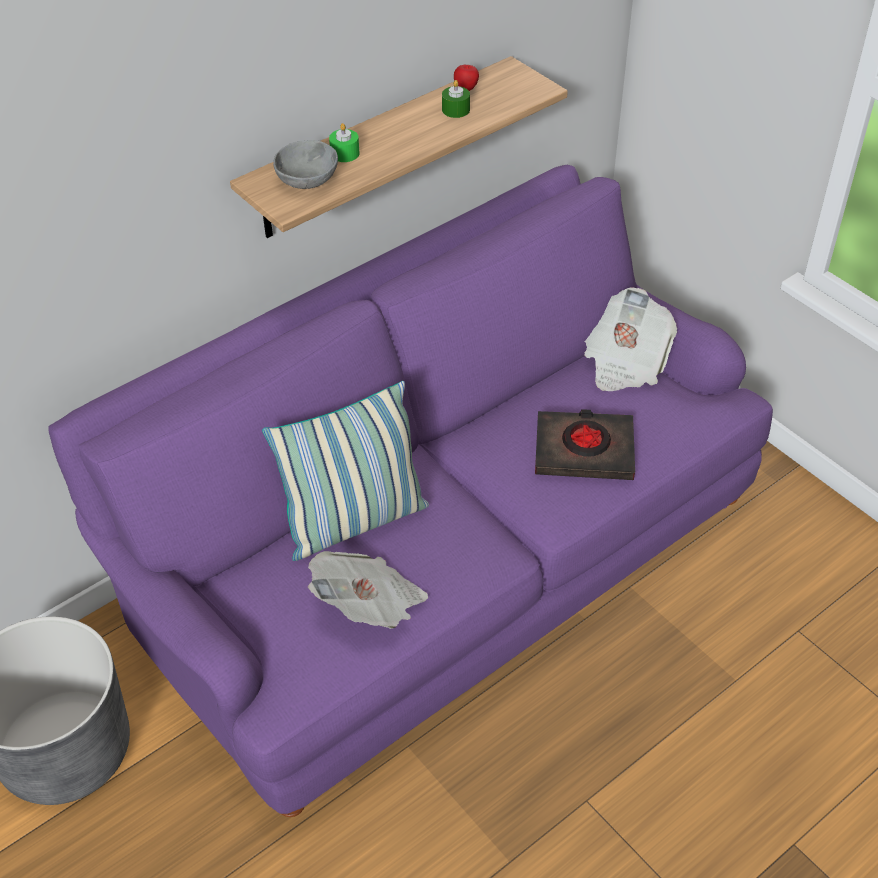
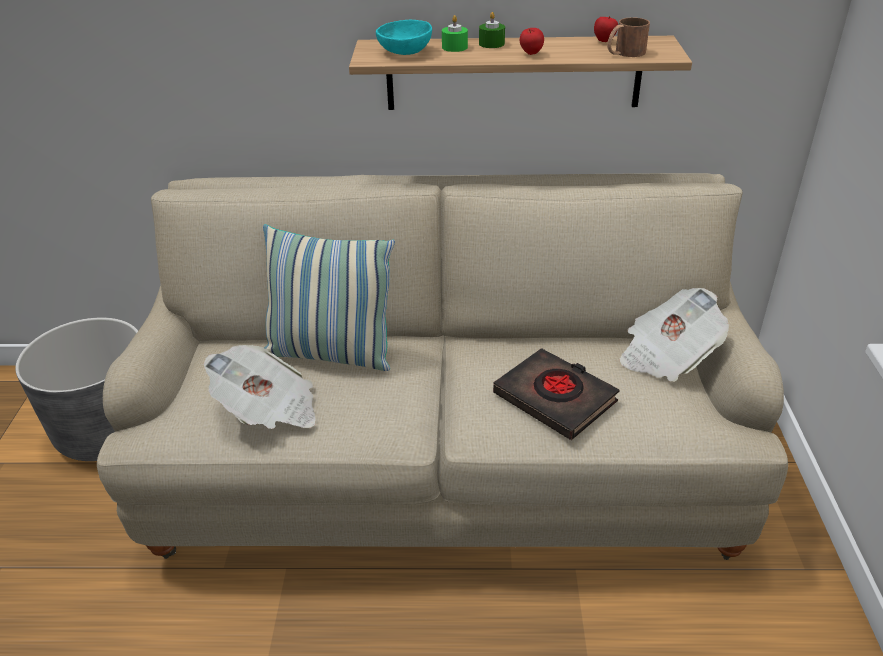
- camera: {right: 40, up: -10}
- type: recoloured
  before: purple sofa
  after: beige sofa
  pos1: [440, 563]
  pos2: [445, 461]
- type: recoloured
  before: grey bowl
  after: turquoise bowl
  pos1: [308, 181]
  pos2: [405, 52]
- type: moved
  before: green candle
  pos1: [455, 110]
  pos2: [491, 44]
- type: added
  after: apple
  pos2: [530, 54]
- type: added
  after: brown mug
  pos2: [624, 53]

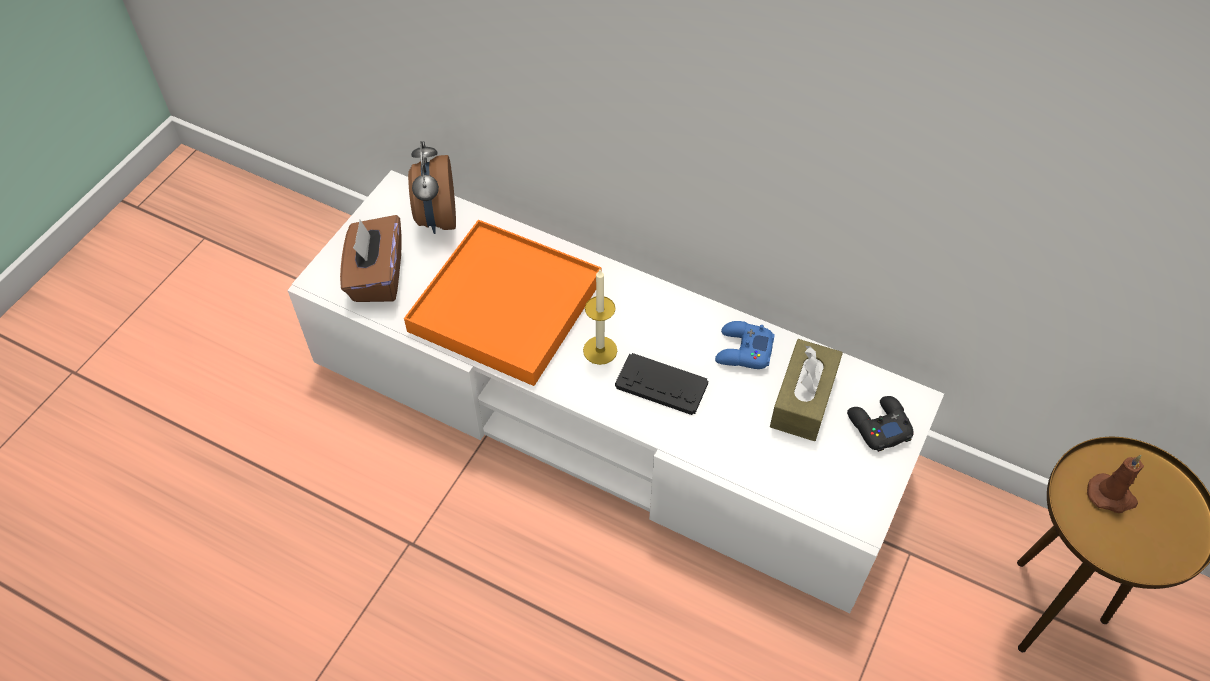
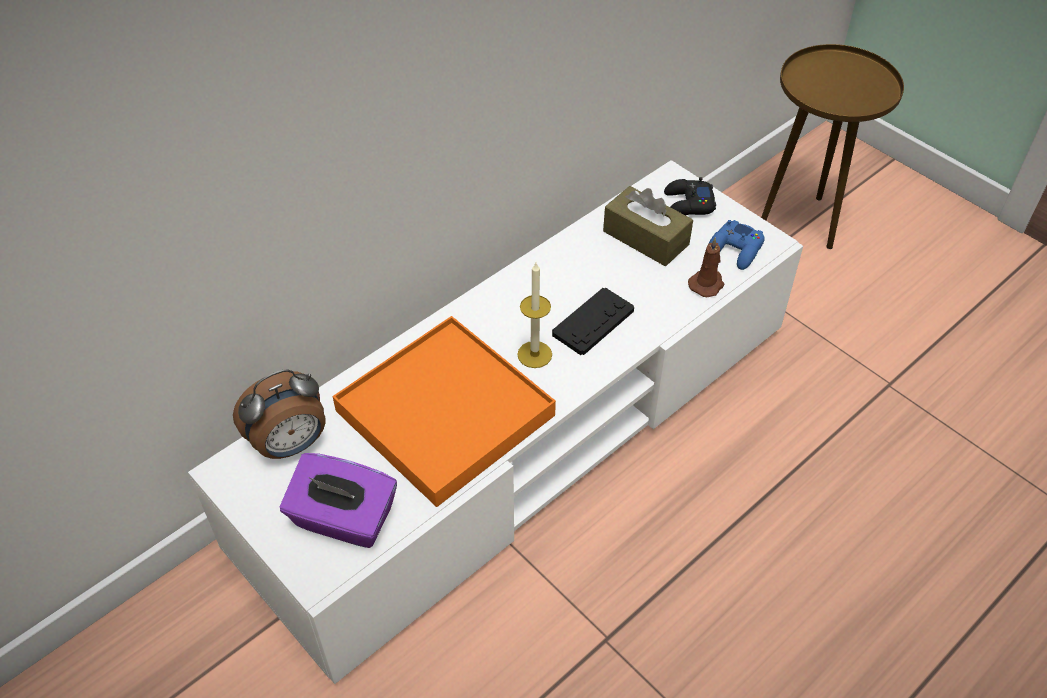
- camera: {right: -70, up: -5}
- type: turned
  before: alarm clock
  pos1: [436, 218]
  pos2: [291, 445]
  turn: -45
- type: recoloured
  before: brown tissue box
  after: purple tissue box
  pos1: [376, 276]
  pos2: [343, 519]
- type: moved
  before: brown candle
  pos1: [1111, 496]
  pos2: [707, 284]
- type: moved
  before: blue game controller
  pos1: [743, 351]
  pos2: [735, 250]

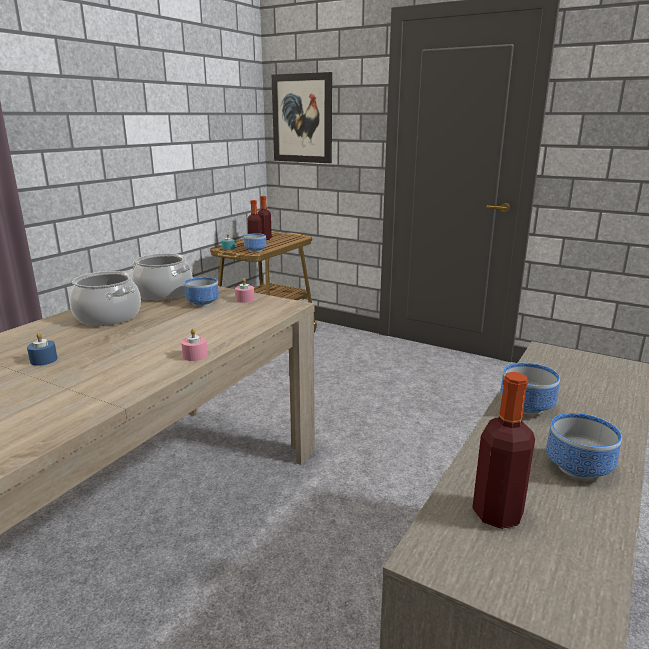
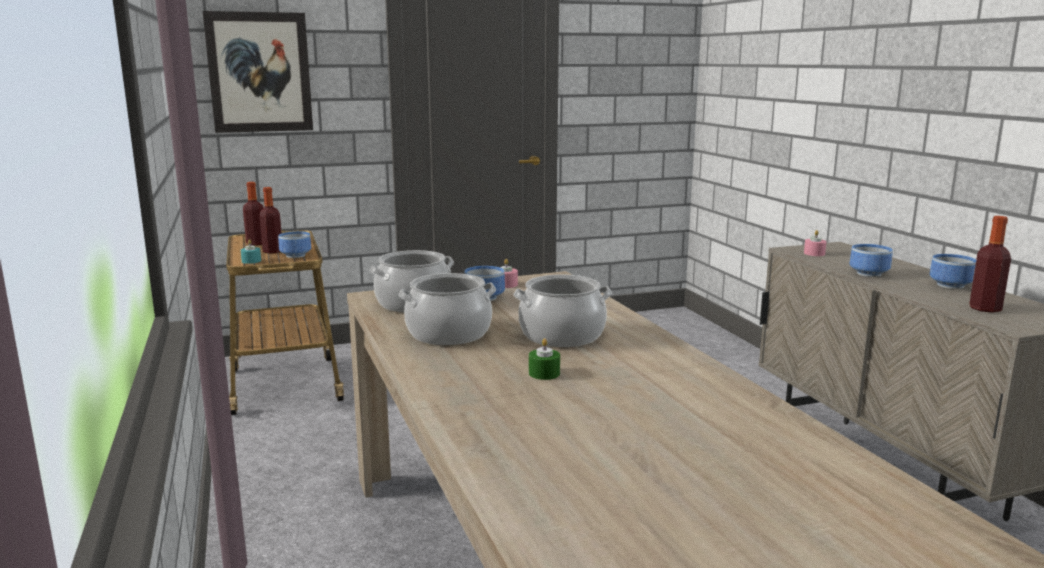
- camera: {right: -50, up: -5}
- type: added
  after: cooking pot
  pos2: [562, 336]
- type: recoloured
  before: blue candle
  after: green candle
  pos1: [43, 360]
  pos2: [544, 373]
- type: moved
  before: pink candle
  pos1: [195, 355]
  pos2: [814, 253]

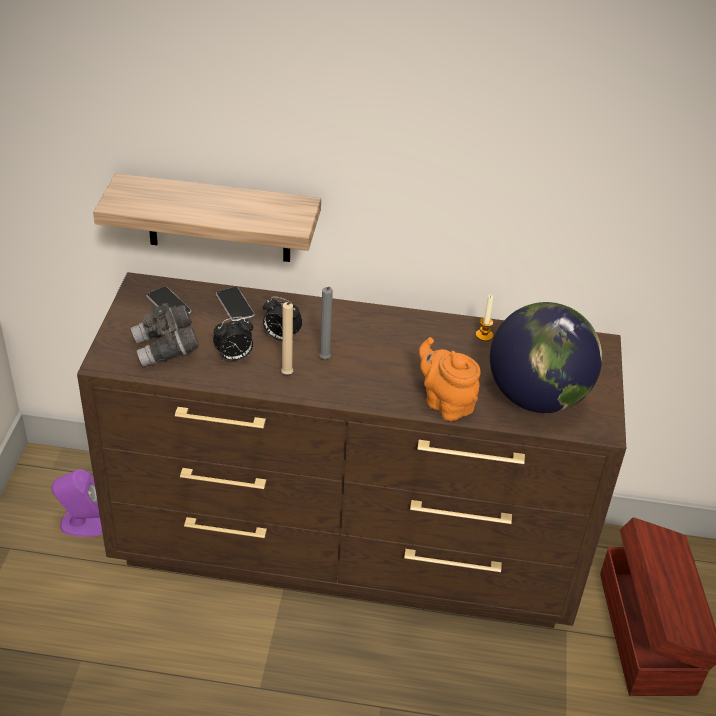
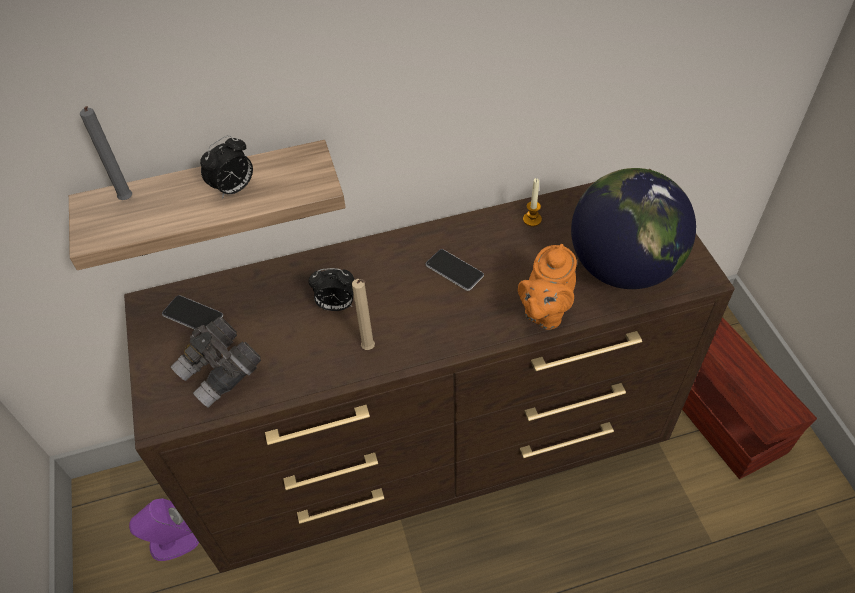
- camera: {right: -20, up: 10}
- type: moved
  before: grey candle
  pos1: [324, 360]
  pos2: [127, 201]
- type: moved
  before: alarm clock
  pos1: [234, 357]
  pos2: [234, 189]
- type: moved
  before: phone
  pos1: [235, 305]
  pos2: [454, 270]
- type: turned
  before: orange teapot
  pos1: [446, 403]
  pos2: [544, 312]
  turn: -90

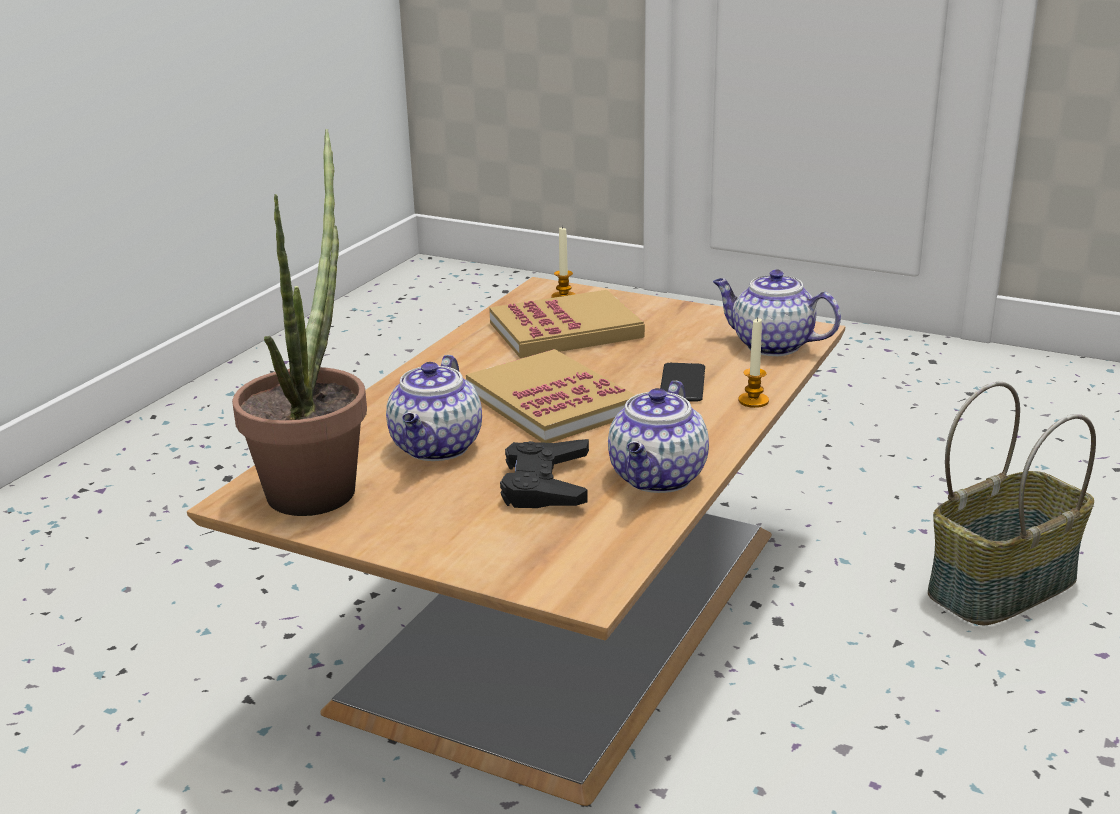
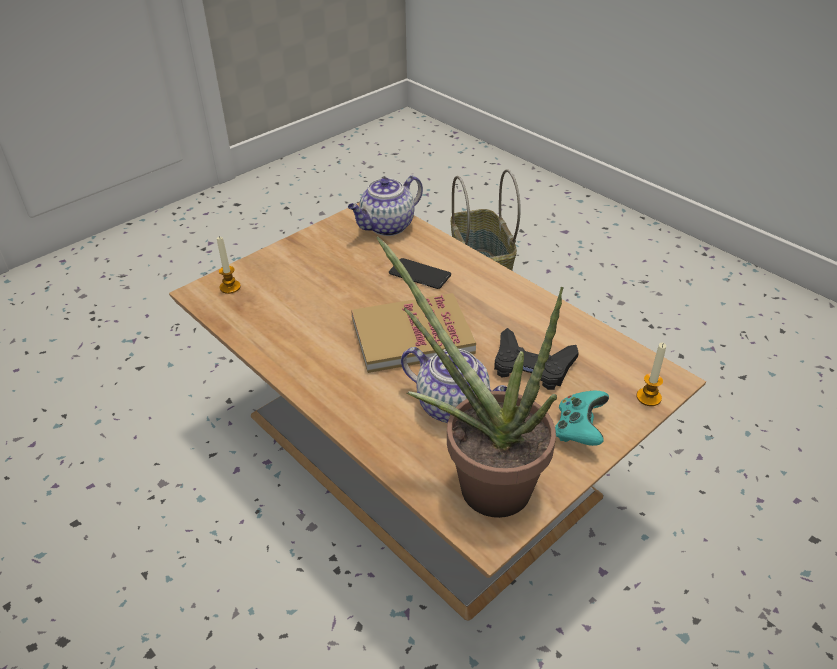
- camera: {right: -70, up: 15}
- type: added
  after: turquoise game controller
  pos2: [579, 430]
- type: moved
  before: candle
  pos1: [753, 401]
  pos2: [648, 397]
- type: removed
  before: book
  pos1: [565, 330]
- type: removed
  before: teapot
  pos1: [658, 479]

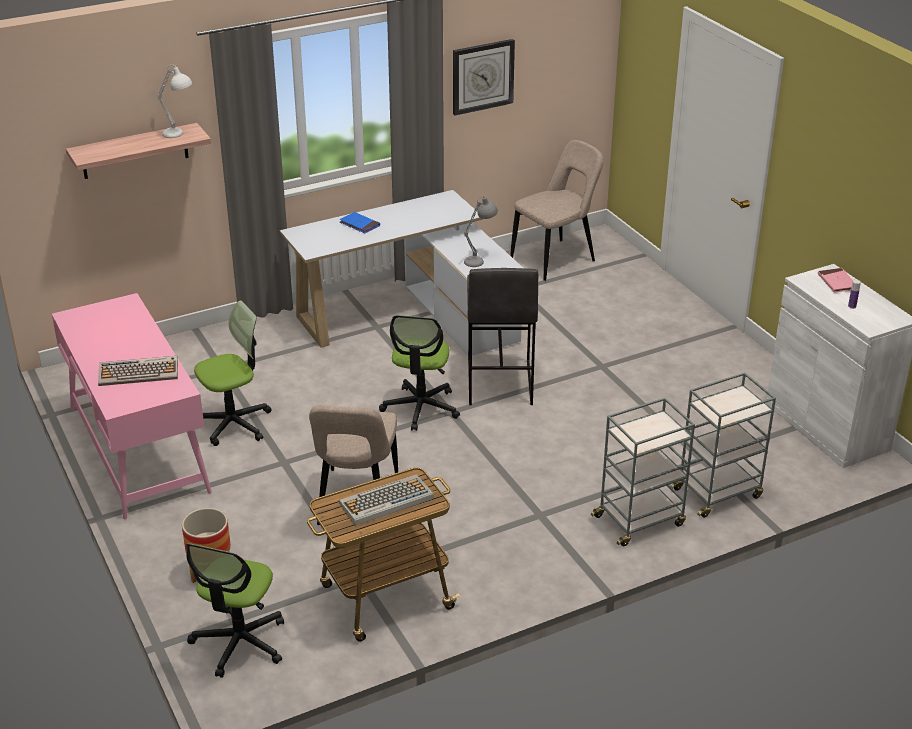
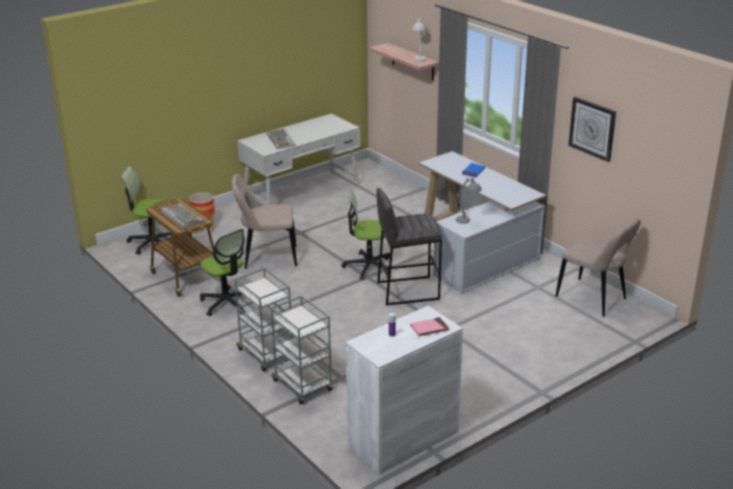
- camera: {right: 80, up: -5}
- type: moved
  before: office chair
  pos1: [233, 423]
  pos2: [227, 303]
- type: recoloured
  before: pink desk
  after: white desk
  pos1: [138, 448]
  pos2: [302, 193]

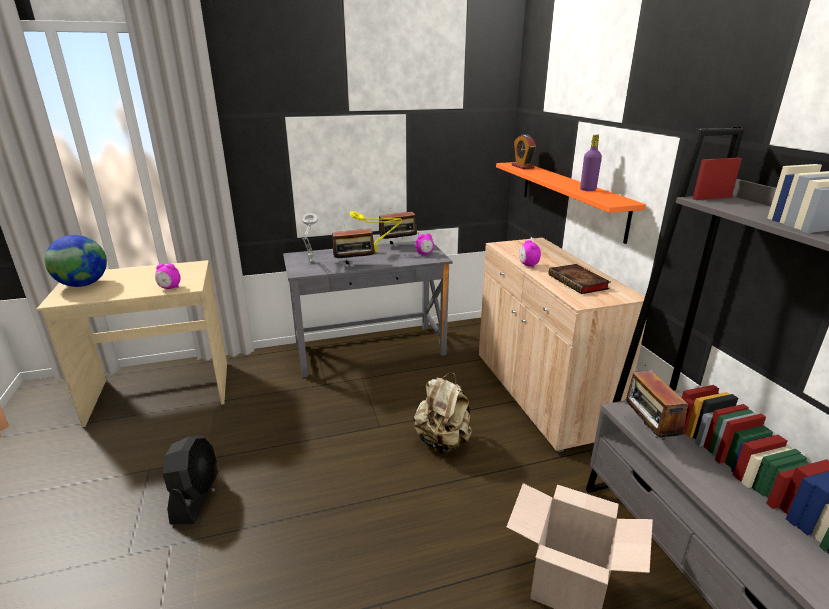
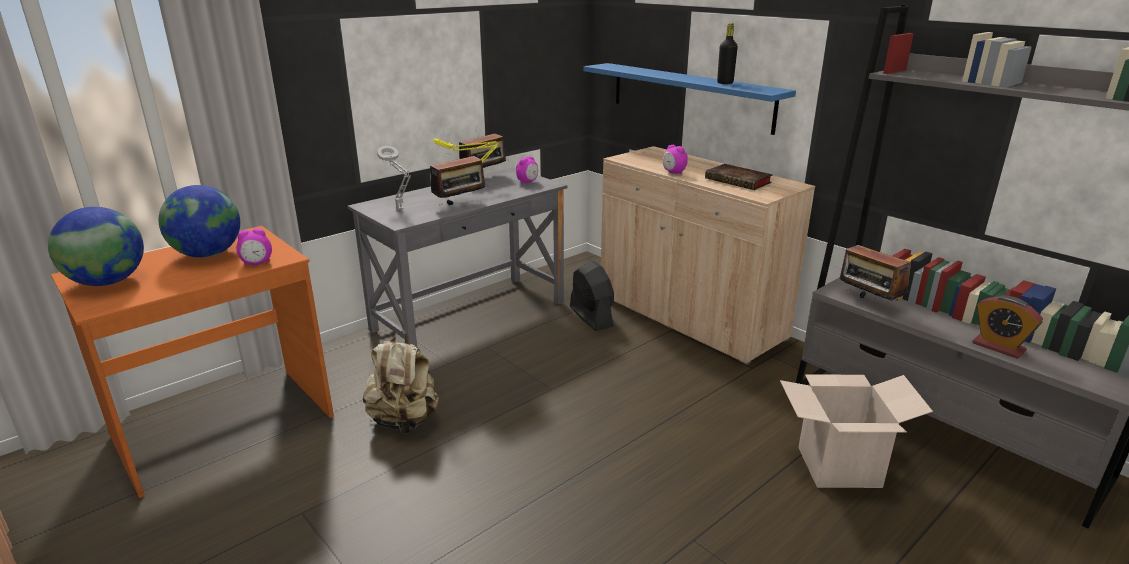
- camera: {right: -25, up: 0}
- type: recoloured
  before: beige desk
  after: orange desk
  pos1: [161, 393]
  pos2: [224, 427]
- type: added
  after: globe
  pos2: [208, 254]
- type: moved
  before: beige backpack
  pos1: [443, 441]
  pos2: [405, 421]
- type: moved
  before: black fan
  pos1: [196, 497]
  pos2: [591, 316]
- type: recoloured
  before: orange shelf
  after: blue shelf
  pos1: [570, 198]
  pos2: [689, 96]
- type: recoloured
  before: purple bottle
  after: black bottle
  pos1: [588, 189]
  pos2: [725, 83]
- type: moved
  before: alarm clock
  pos1: [522, 166]
  pos2: [998, 347]

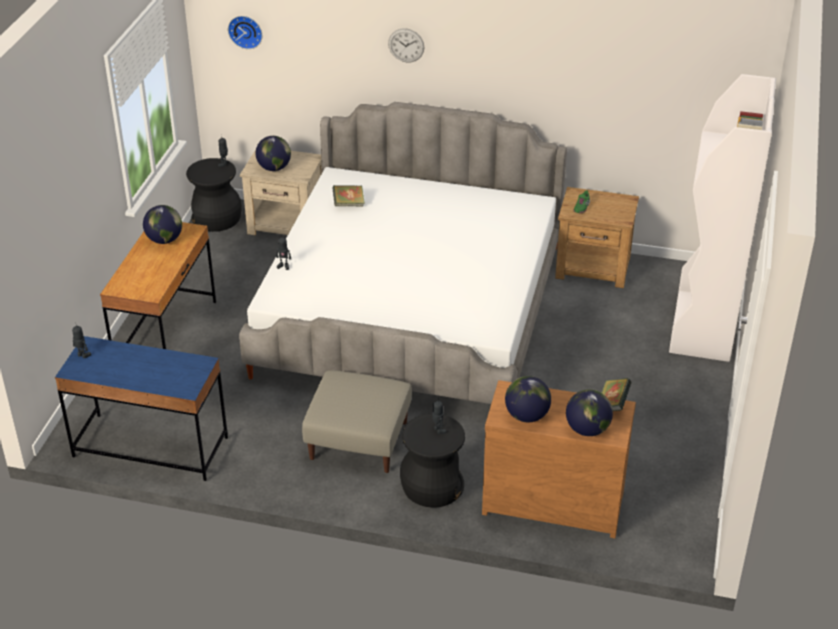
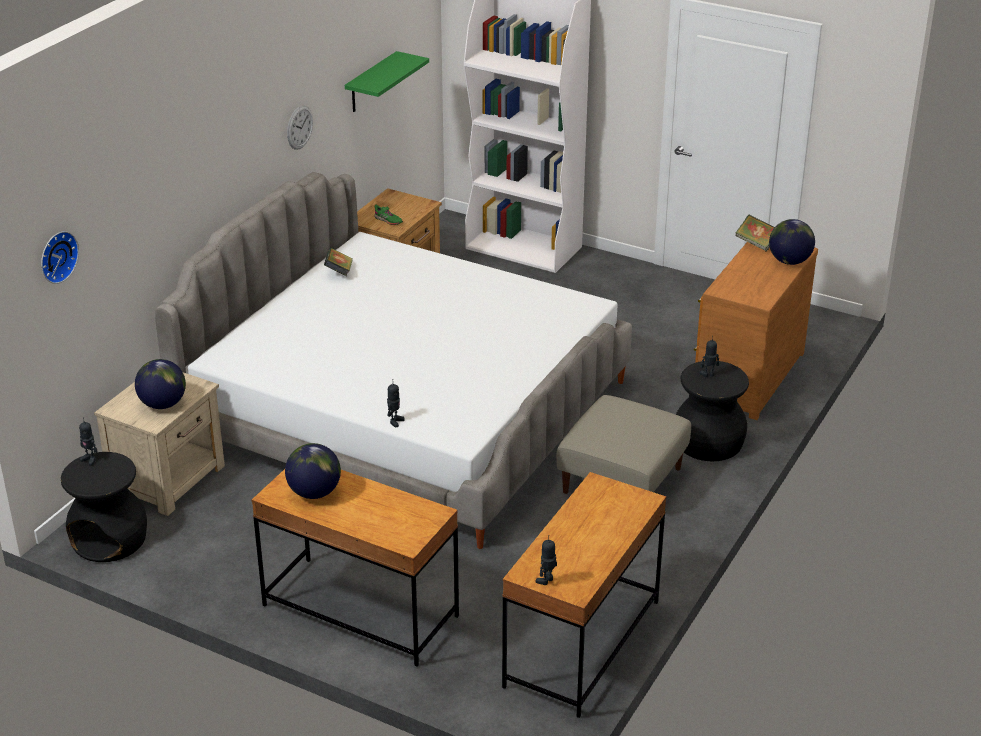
- camera: {right: -75, up: -5}
- type: moved
  before: wall clock
  pos1: [406, 45]
  pos2: [299, 127]
- type: moved
  before: book
  pos1: [348, 204]
  pos2: [339, 272]
- type: added
  after: green shelf
  pos2: [371, 83]
- type: recoloured
  before: blue desk
  after: brown desk
  pos1: [150, 447]
  pos2: [582, 644]
- type: removed
  before: globe
  pos1: [526, 416]

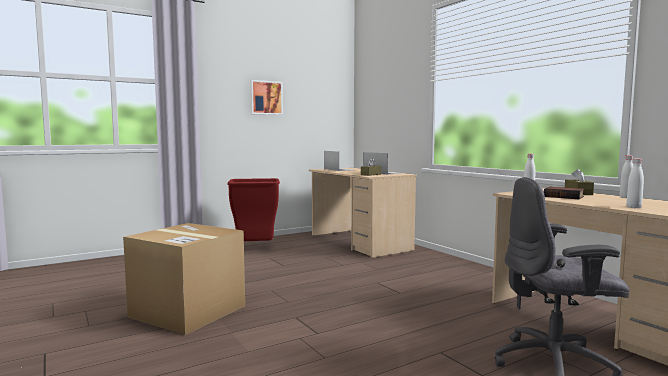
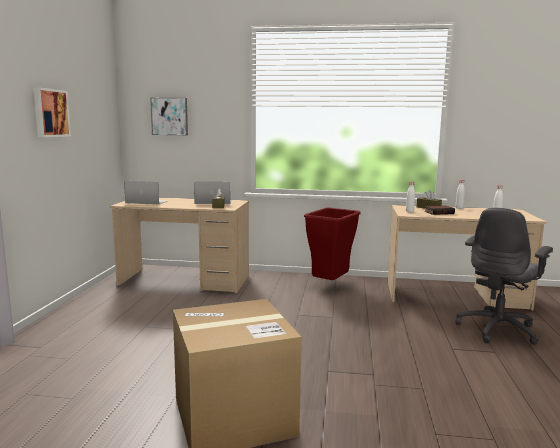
- camera: {right: -50, up: 5}
- type: added
  after: picture
  pos2: [169, 116]
- type: moved
  before: red trash can
  pos1: [255, 249]
  pos2: [330, 285]

